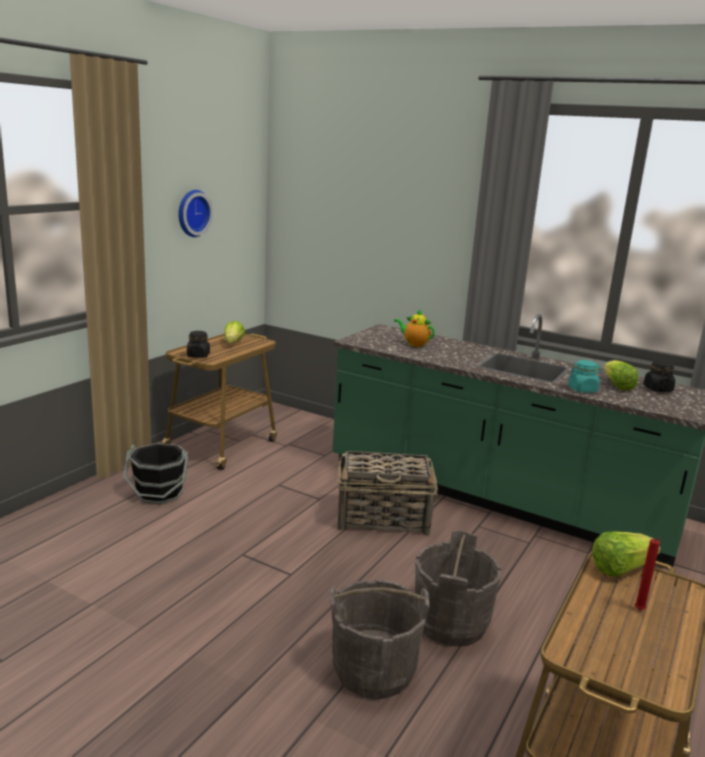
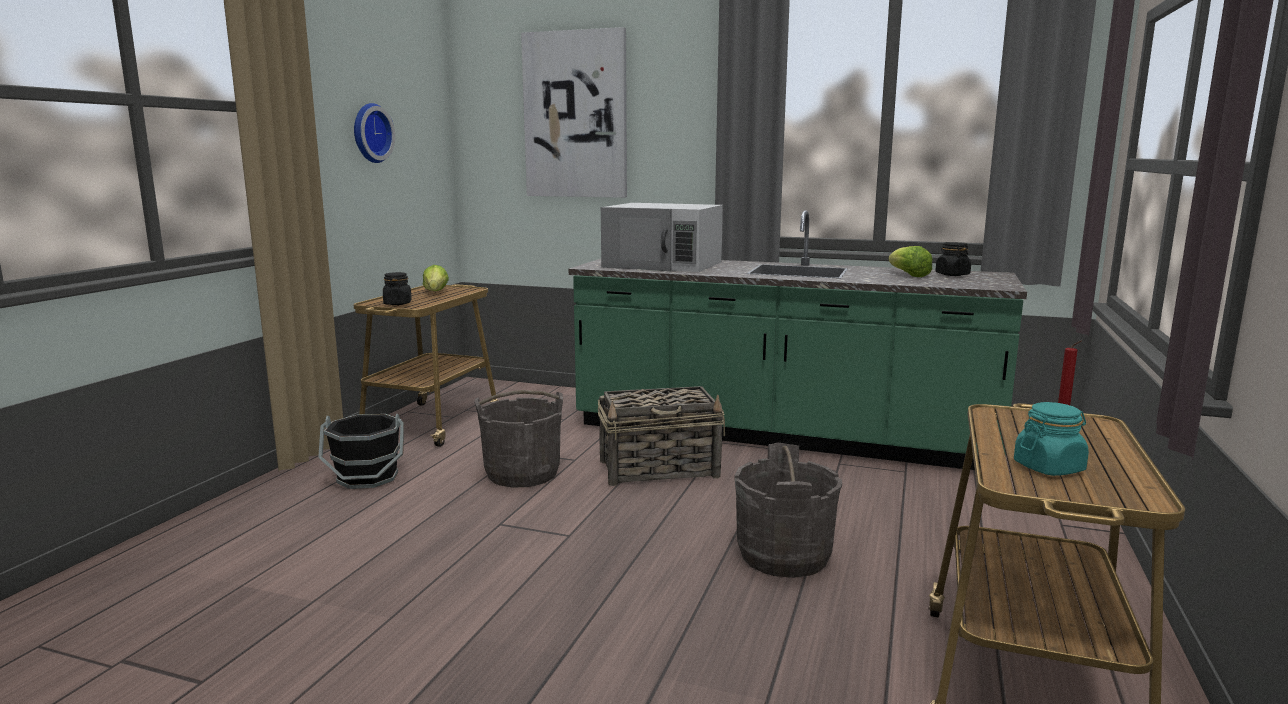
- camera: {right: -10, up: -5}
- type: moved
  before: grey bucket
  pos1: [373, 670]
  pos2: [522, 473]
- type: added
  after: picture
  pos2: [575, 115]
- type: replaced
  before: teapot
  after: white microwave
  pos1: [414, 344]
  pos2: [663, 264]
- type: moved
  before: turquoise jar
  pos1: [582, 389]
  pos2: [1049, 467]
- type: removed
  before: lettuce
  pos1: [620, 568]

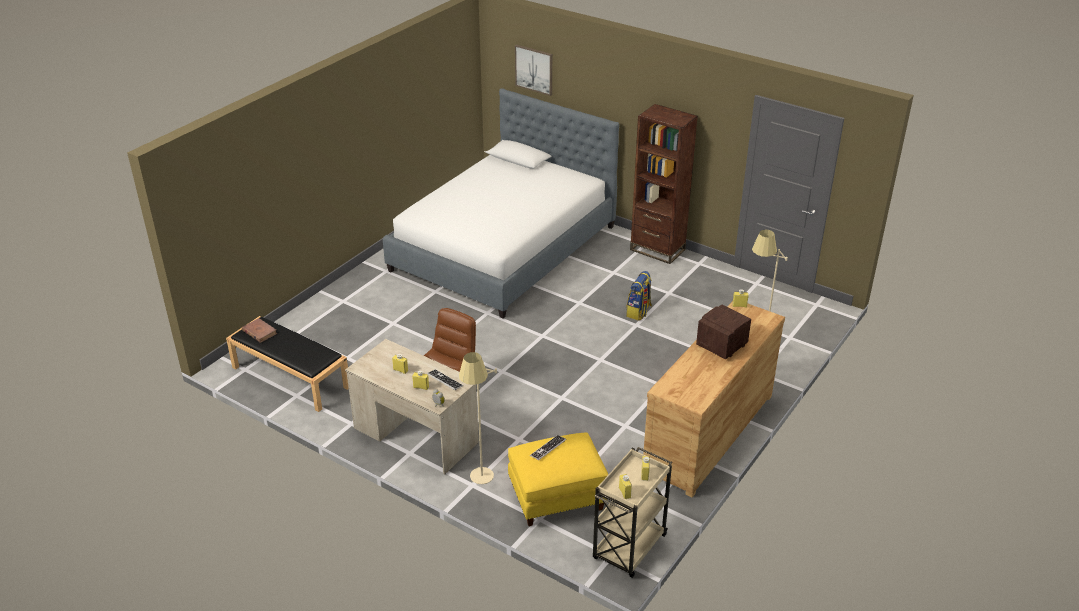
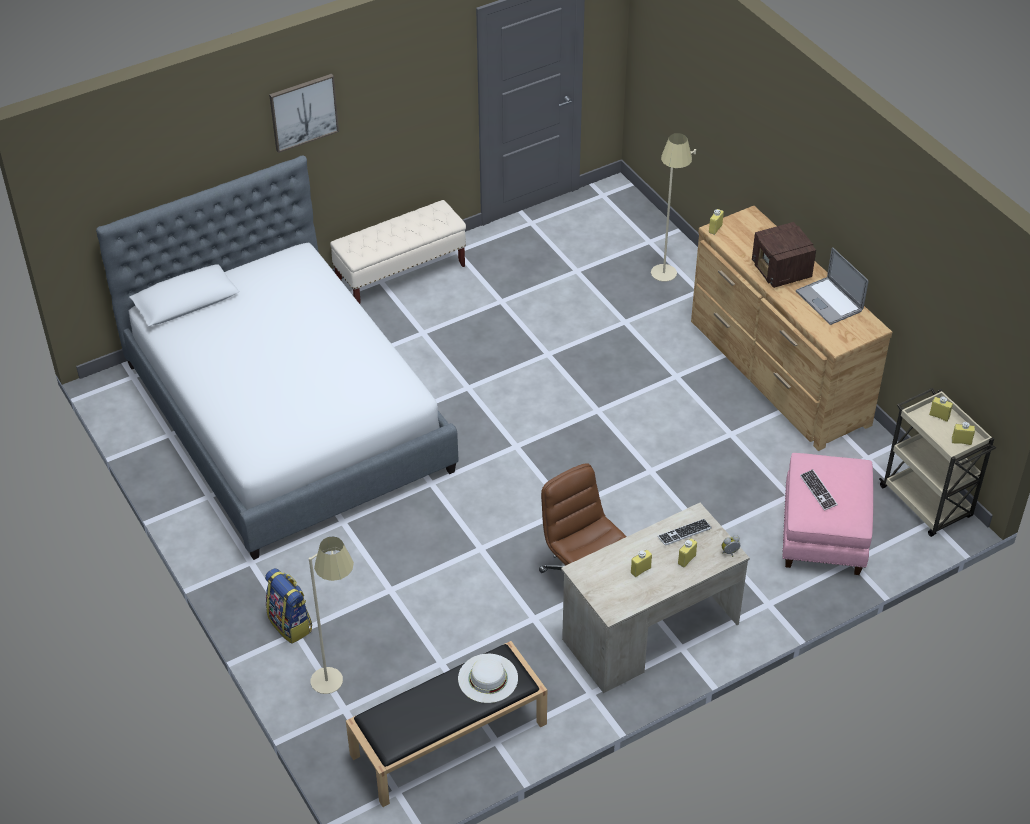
- camera: {right: -65, up: 10}
- type: moved
  before: backpack
  pos1: [639, 312]
  pos2: [291, 624]
- type: moved
  before: picture
  pos1: [534, 69]
  pos2: [303, 112]
- type: moved
  before: beige floor lamp
  pos1: [481, 483]
  pos2: [339, 686]
- type: replaced
  before: brown bookcase
  after: beige bench
  pos1: [657, 250]
  pos2: [401, 274]
- type: added
  after: white hat
  pos2: [488, 678]
- type: recoloured
  before: yellow ottoman
  after: pink ottoman
  pos1: [556, 498]
  pos2: [824, 535]
- type: added
  after: laptop
  pos2: [829, 301]
- type: removed
  before: brown book
  pos1: [259, 332]

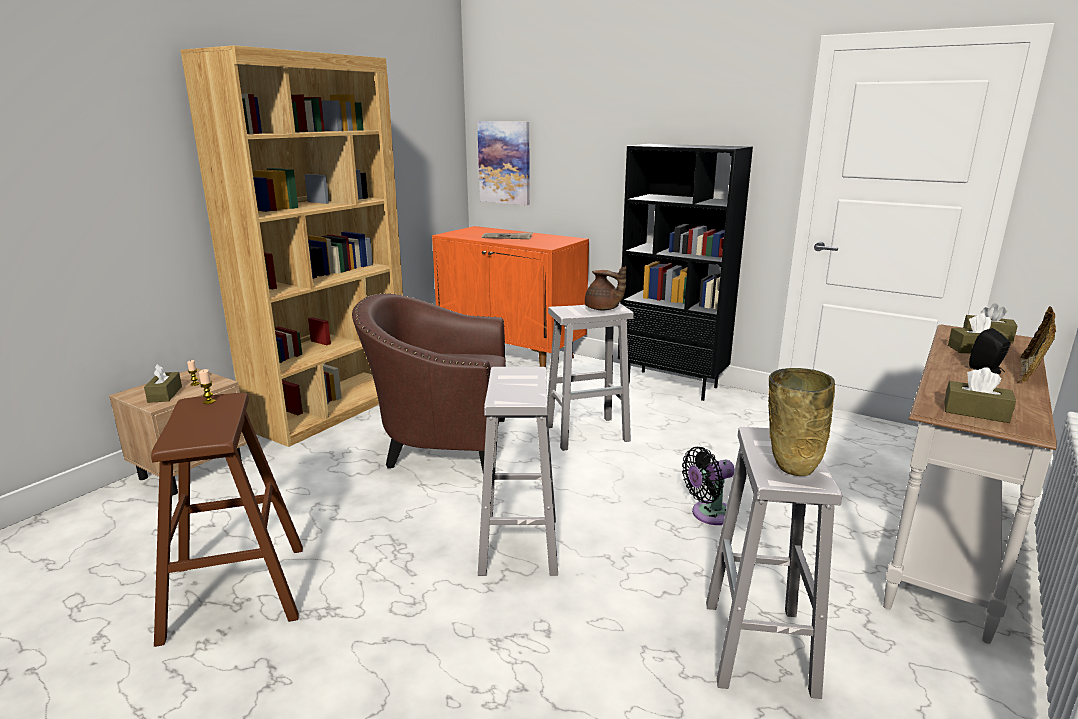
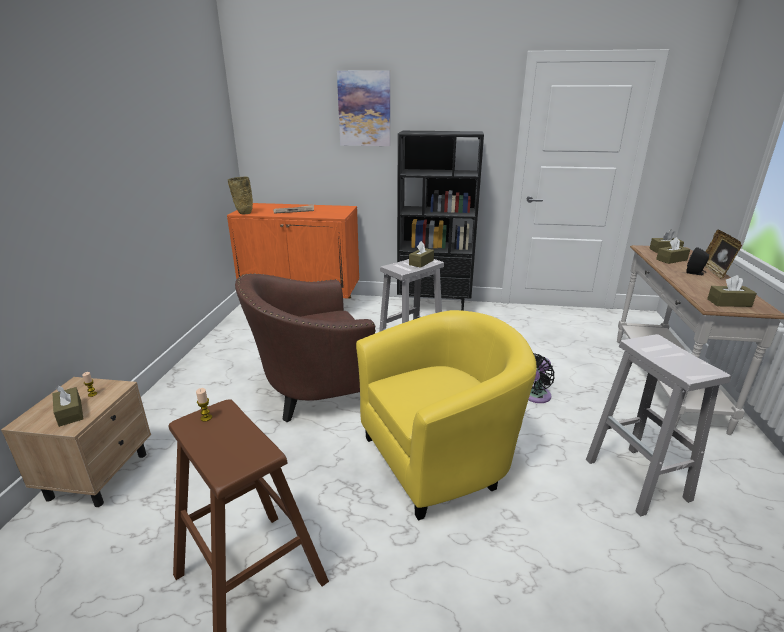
- camera: {right: -25, up: 5}
- type: moved
  before: beige vase
  pos1: [789, 469]
  pos2: [243, 213]
- type: moved
  before: picture
  pos1: [504, 162]
  pos2: [364, 109]
- type: replaced
  before: white stool
  after: yellow armchair
  pos1: [519, 546]
  pos2: [441, 457]
- type: replaced
  before: brown teapot
  after: brown tissue box
  pos1: [603, 309]
  pos2: [421, 262]
- type: removed
  before: brown bookcase
  pos1: [332, 409]

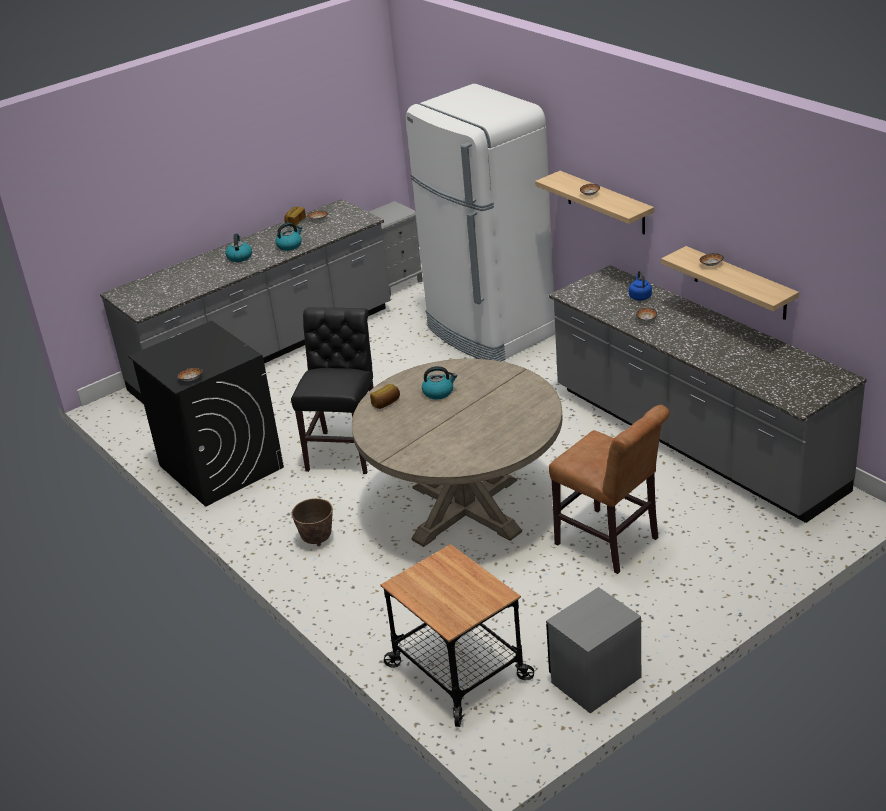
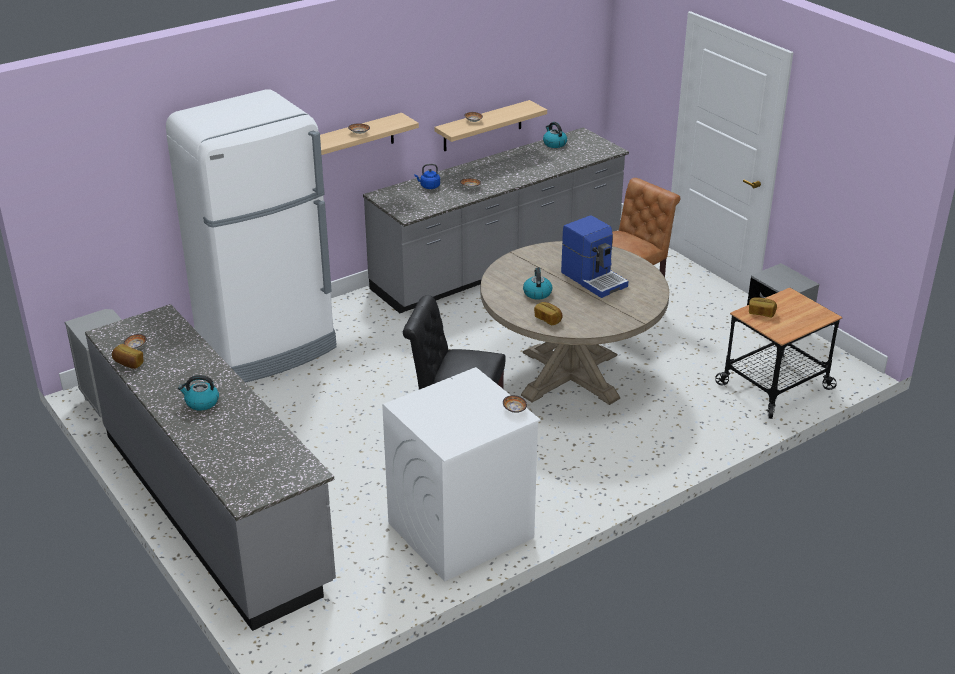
- camera: {right: -90, up: 0}
- type: recoloured
  before: black washing machine
  after: white washing machine
  pos1: [220, 466]
  pos2: [460, 530]
- type: moved
  before: kettle
  pos1: [290, 245]
  pos2: [554, 144]
- type: added
  after: coffee machine
  pos2: [594, 279]
- type: added
  after: bread
  pos2: [761, 313]
- type: removed
  before: planter
  pos1: [317, 540]

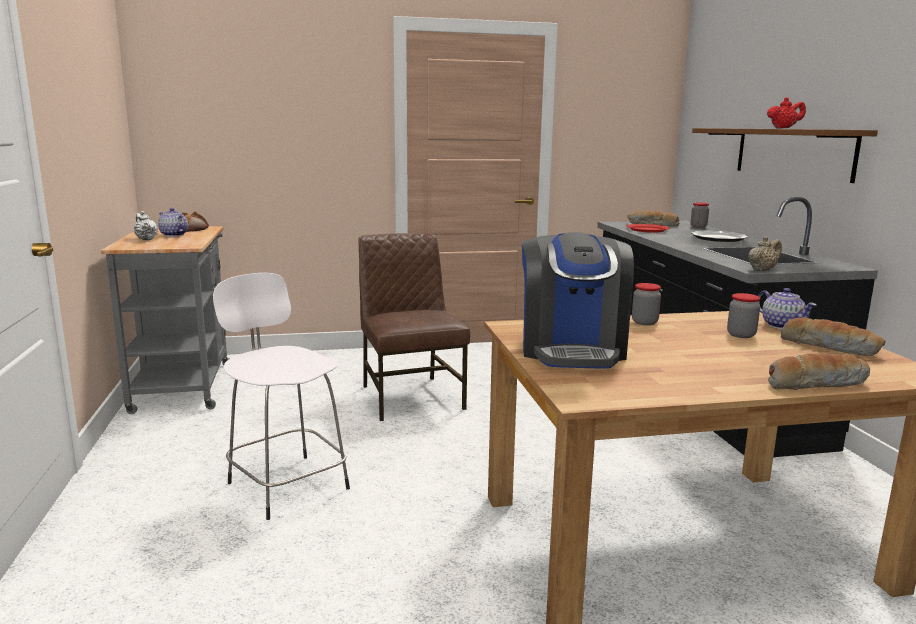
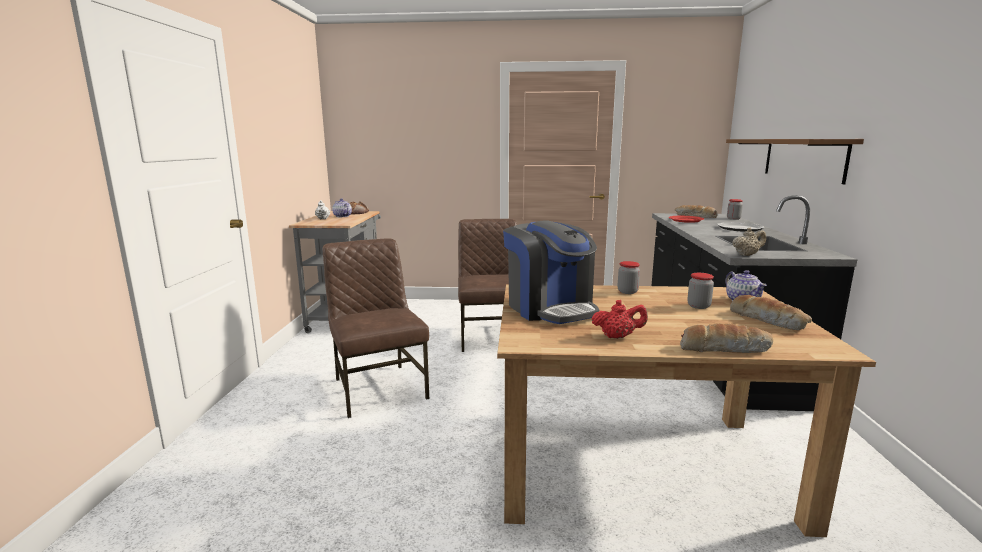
- camera: {right: 15, up: 0}
- type: replaced
  before: white stool
  after: brown chair
  pos1: [286, 484]
  pos2: [378, 388]
- type: turned
  before: coffee machine
  pos1: [572, 349]
  pos2: [550, 308]
  turn: -45
- type: moved
  before: red teapot
  pos1: [783, 128]
  pos2: [618, 337]

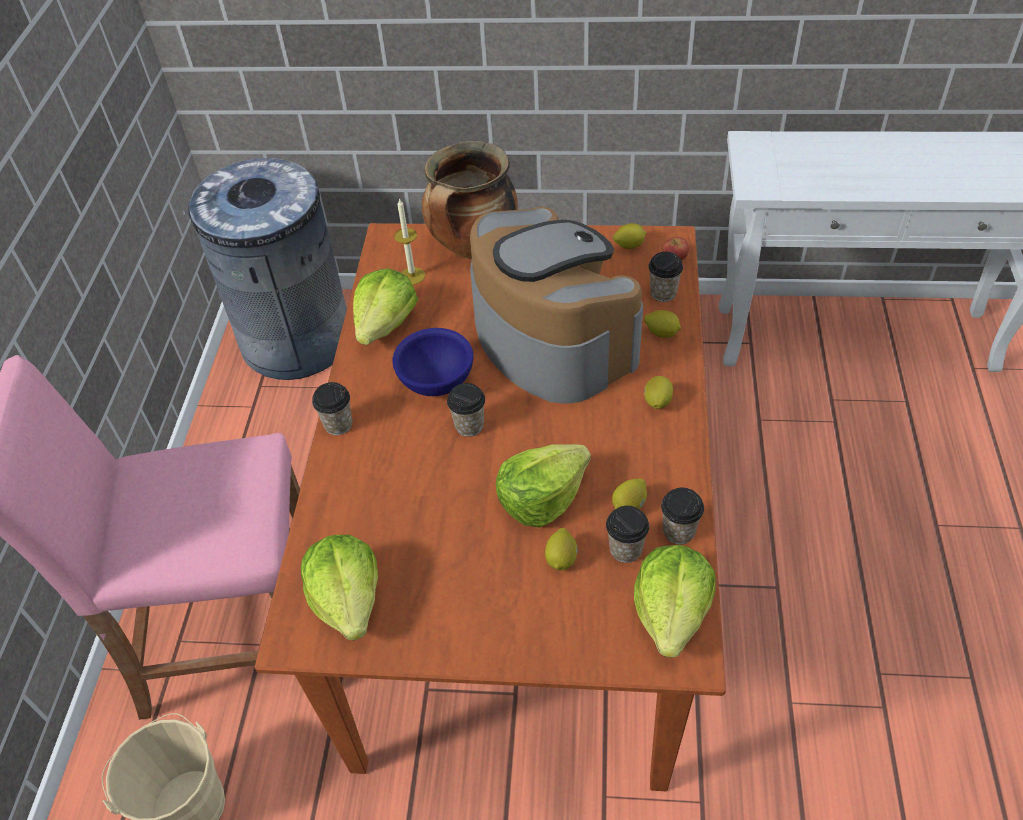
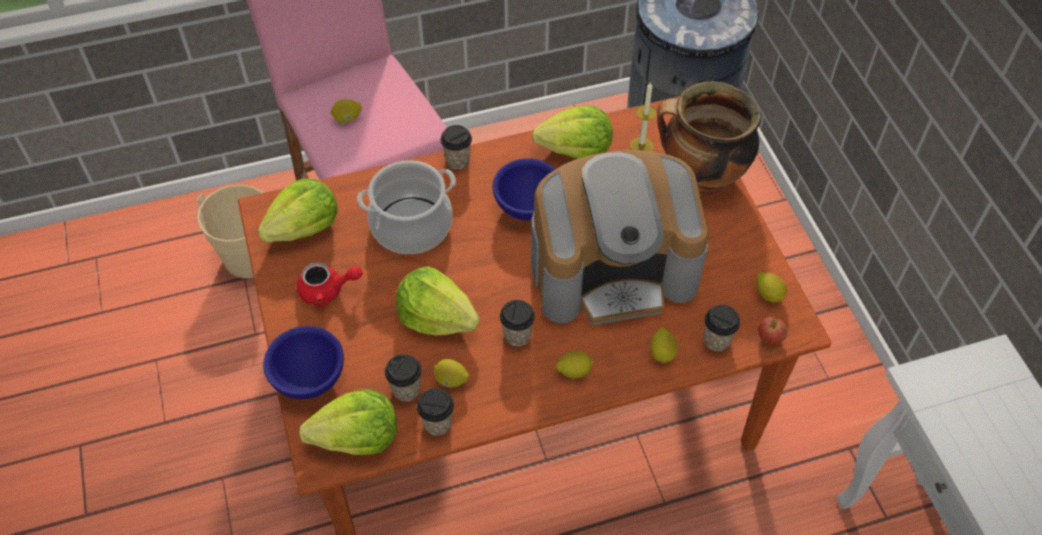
- camera: {right: 65, up: 5}
- type: added
  after: blue bowl
  pos2: [308, 379]
- type: added
  after: red teapot
  pos2: [327, 290]
- type: moved
  before: lemon
  pos1: [561, 558]
  pos2: [347, 119]
- type: added
  after: cooking pot
  pos2: [411, 226]
- type: moved
  before: cup
  pos1: [469, 425]
  pos2: [517, 335]
- type: turned
  before: coffee machine
  pos1: [550, 339]
  pos2: [613, 269]
  turn: 45

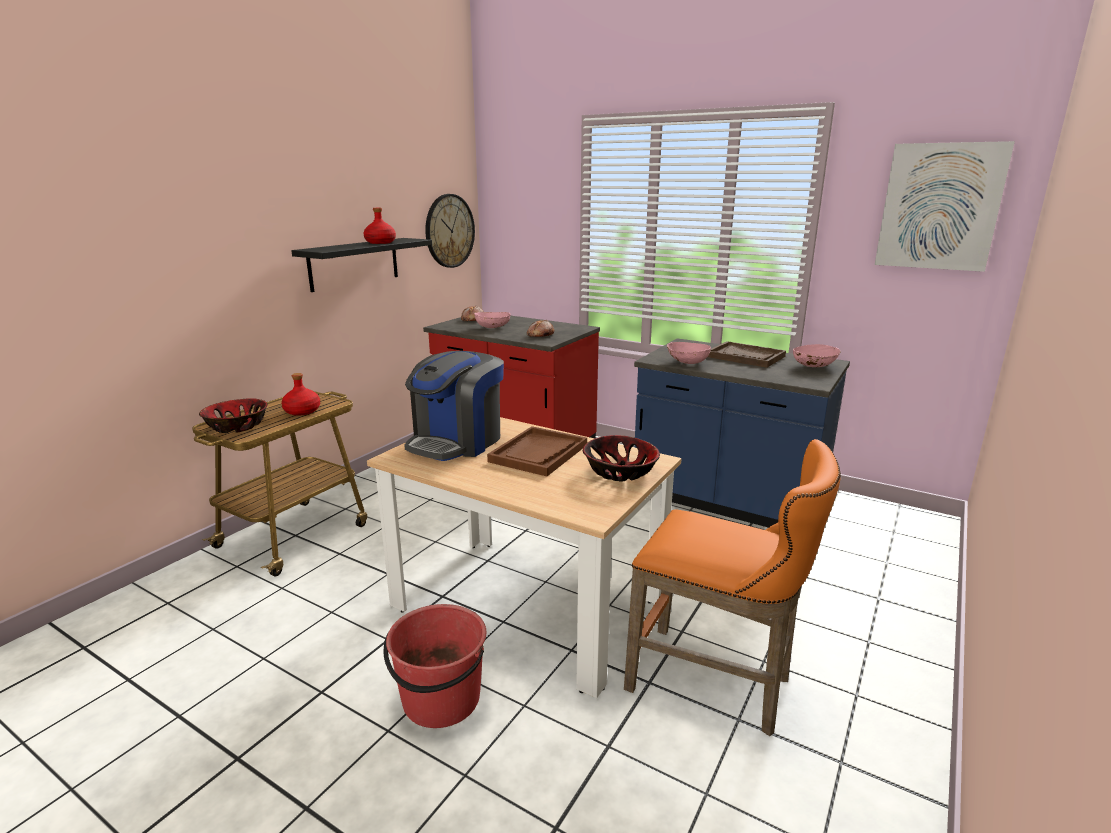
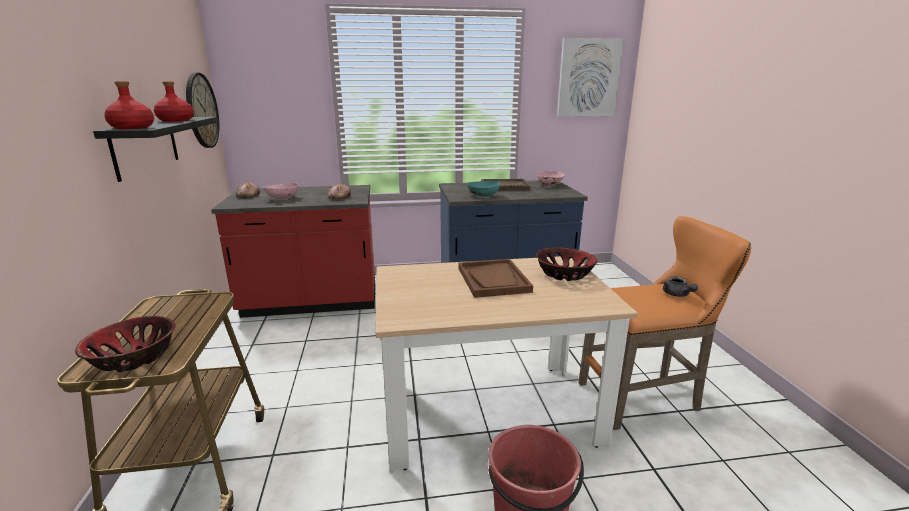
- camera: {right: -40, up: 0}
- type: moved
  before: red bottle
  pos1: [301, 411]
  pos2: [132, 128]
- type: recoloured
  before: pink bowl
  after: turquoise bowl
  pos1: [687, 362]
  pos2: [483, 196]
- type: added
  after: grey teapot
  pos2: [677, 295]
- type: removed
  before: coffee machine
  pos1: [457, 442]

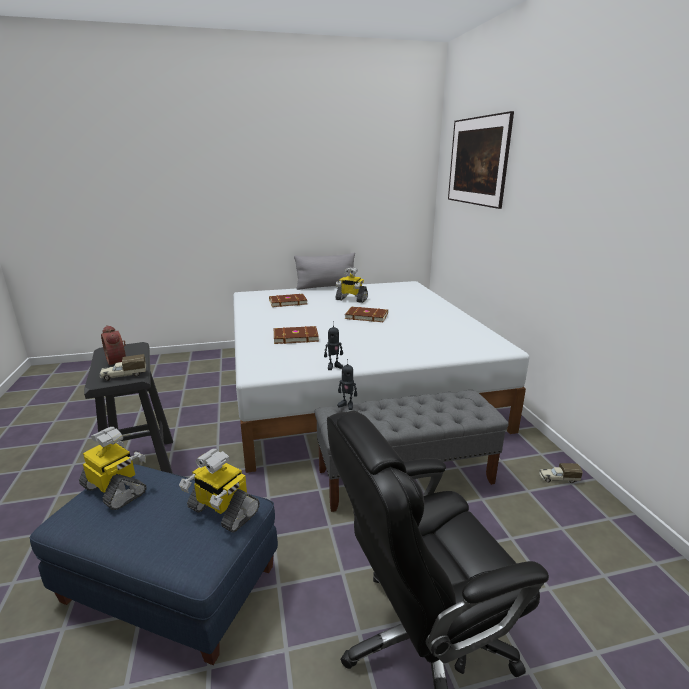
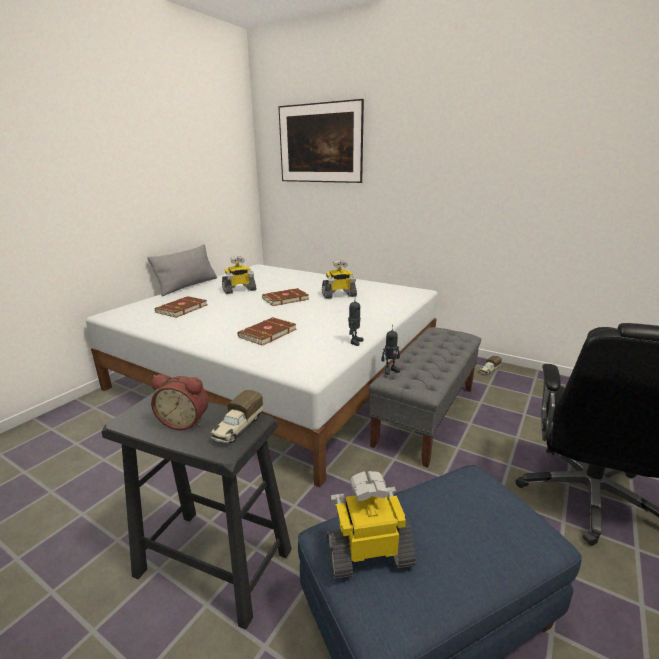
- camera: {right: -45, up: 0}
- type: moved
  before: toy robot
  pos1: [222, 511]
  pos2: [339, 295]

